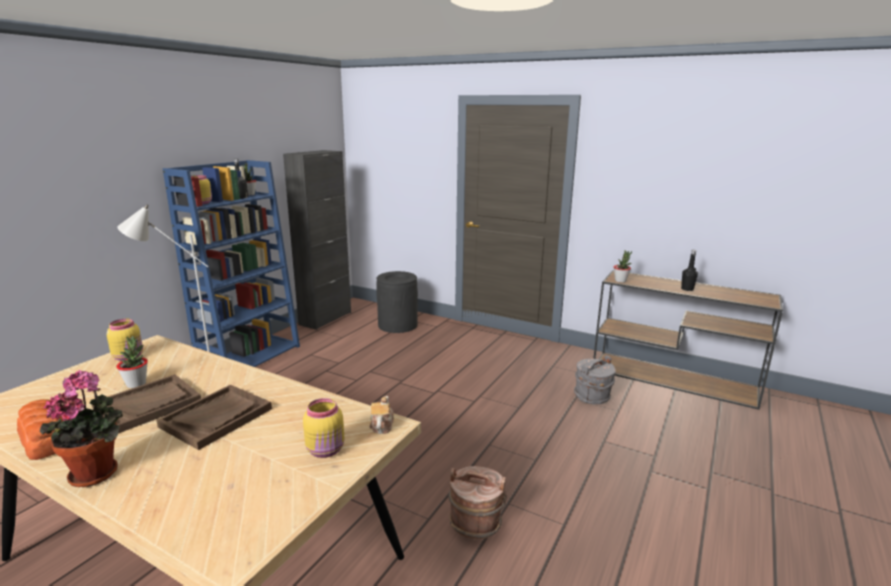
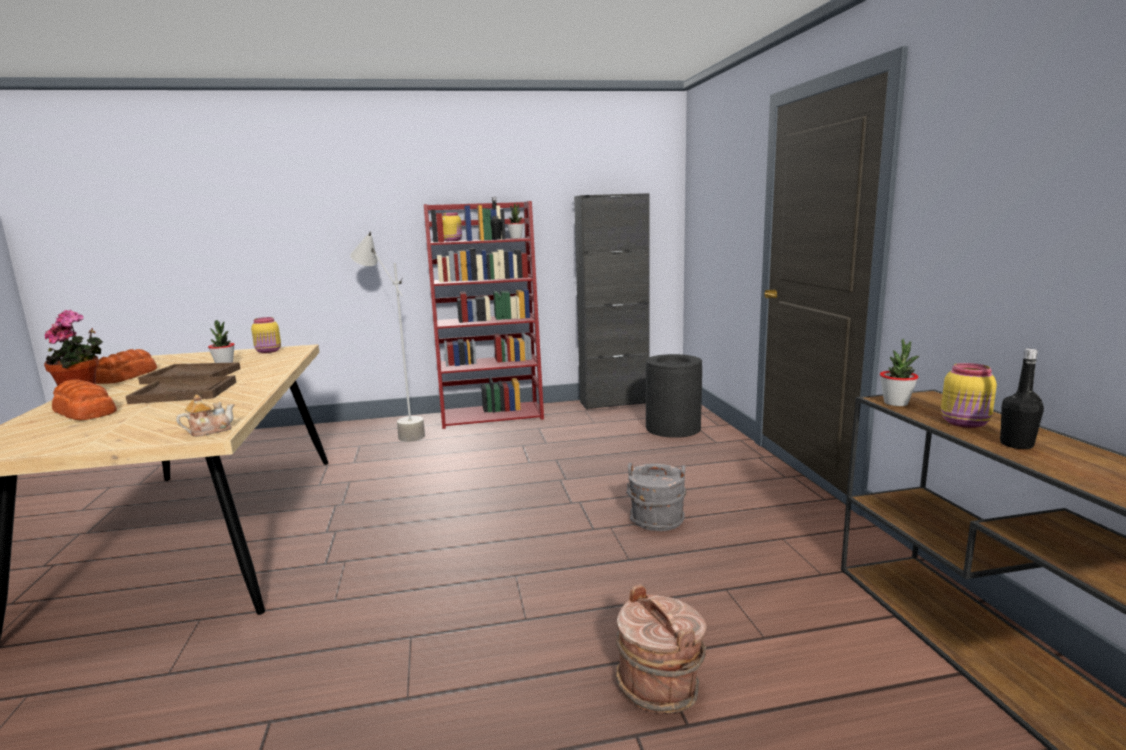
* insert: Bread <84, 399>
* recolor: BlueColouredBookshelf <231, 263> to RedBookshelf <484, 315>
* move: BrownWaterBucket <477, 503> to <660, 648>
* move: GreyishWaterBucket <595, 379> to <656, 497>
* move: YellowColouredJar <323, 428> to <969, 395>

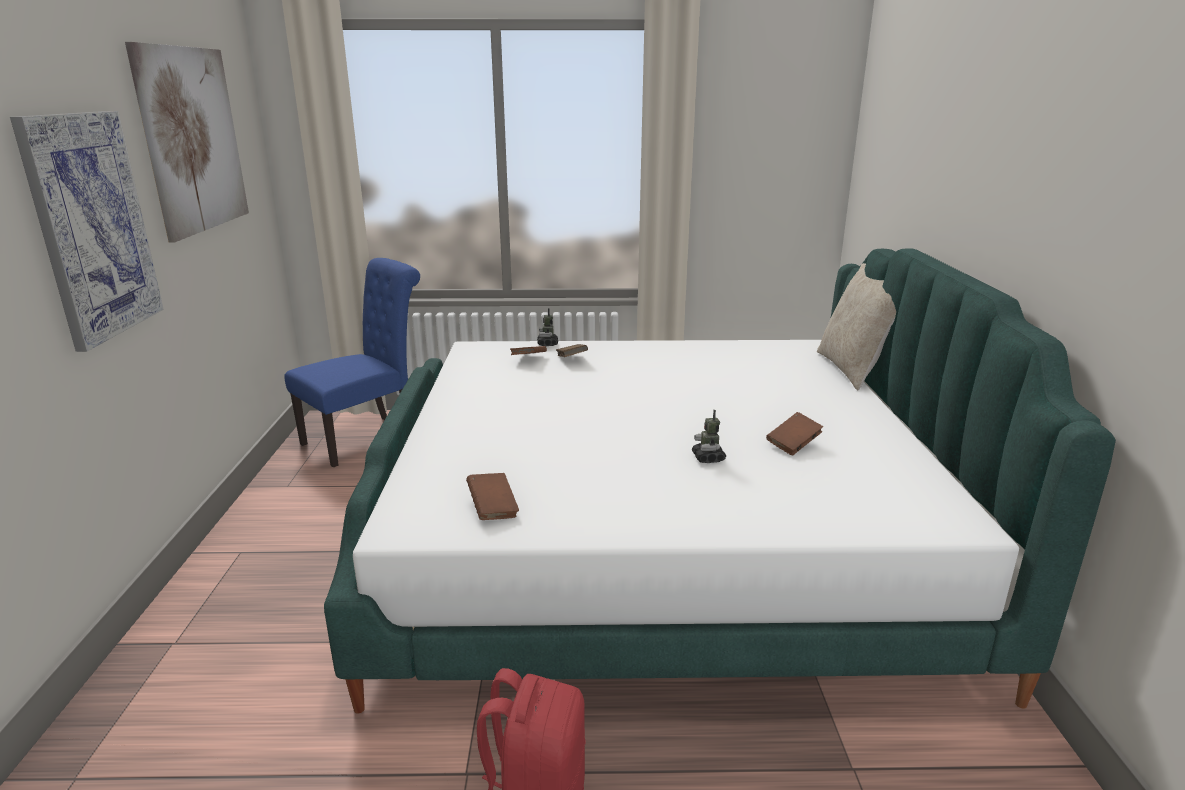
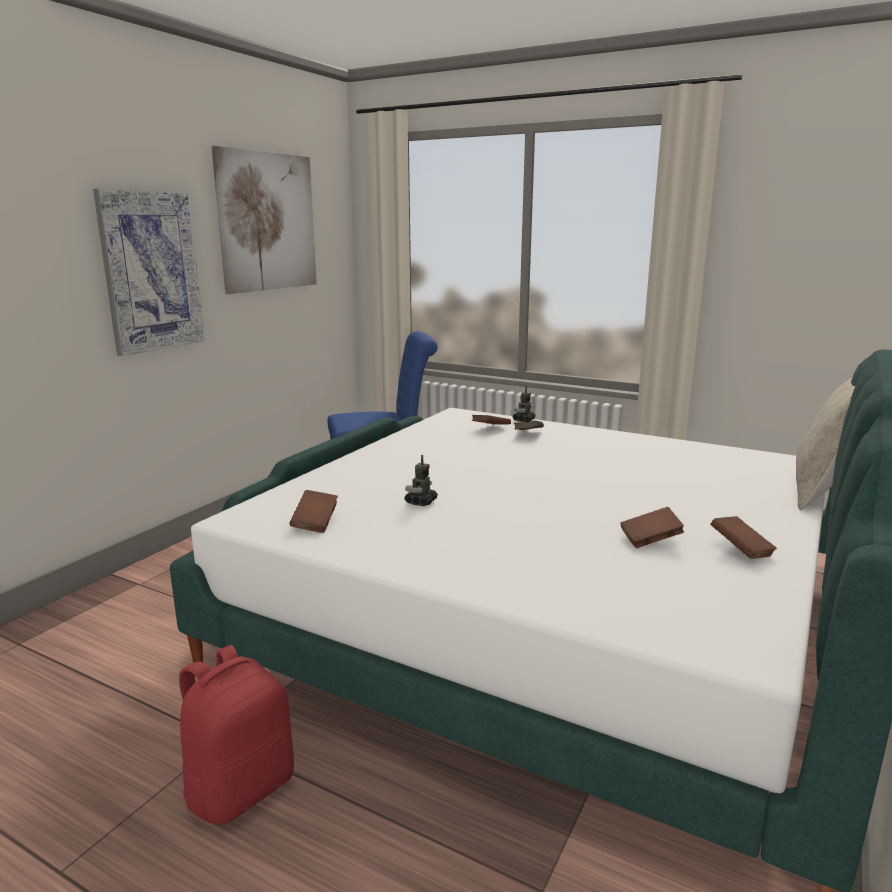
* move: ToyRobot <709, 436> to <421, 480>
* insert: BrownBook <744, 537>

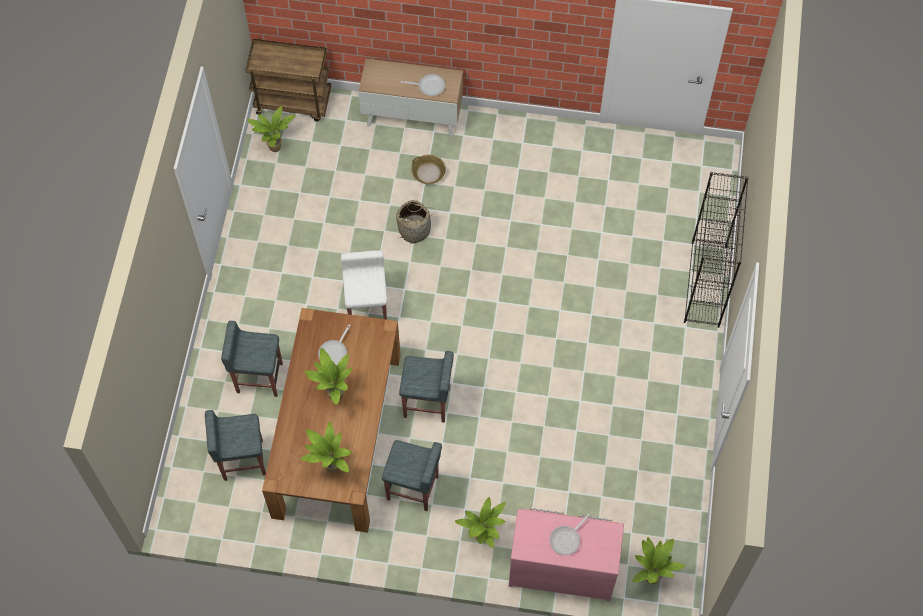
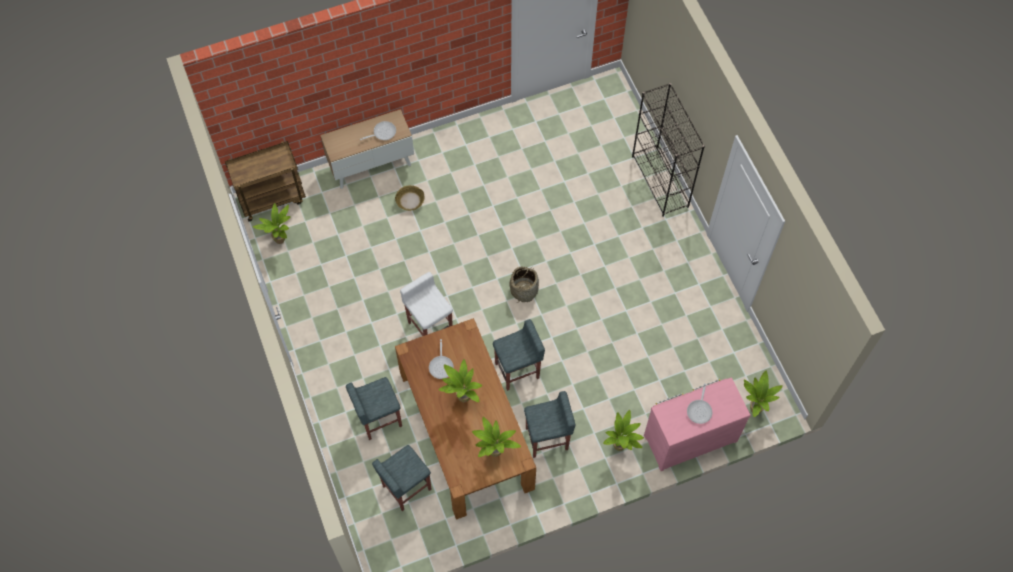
* move: HouseholdBasket <415, 221> to <524, 285>

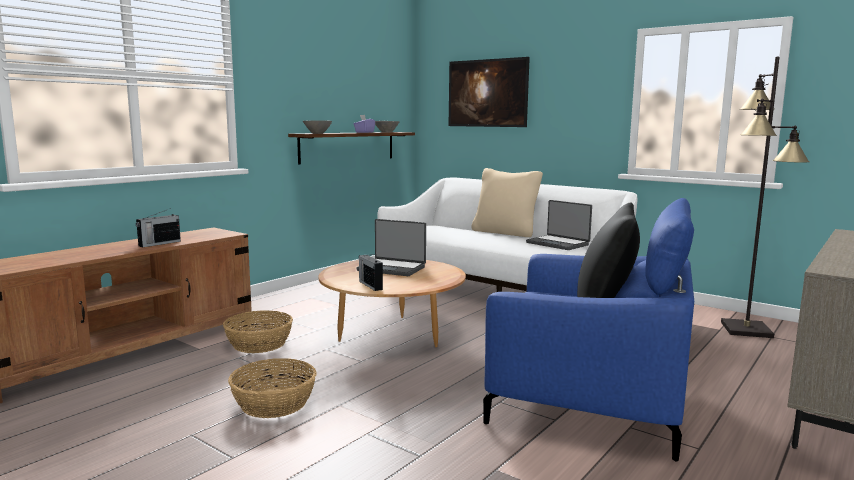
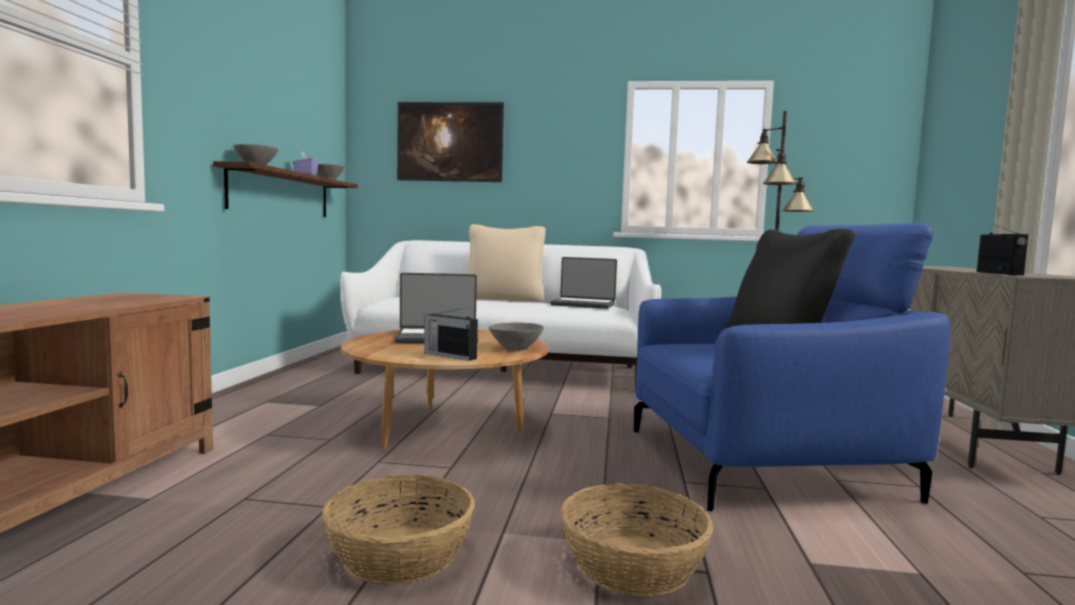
* insert: GreyishDeepDish <516, 337>
* move: HouseholdBasket <258, 331> to <637, 540>
* move: RadioSet <158, 227> to <1002, 250>

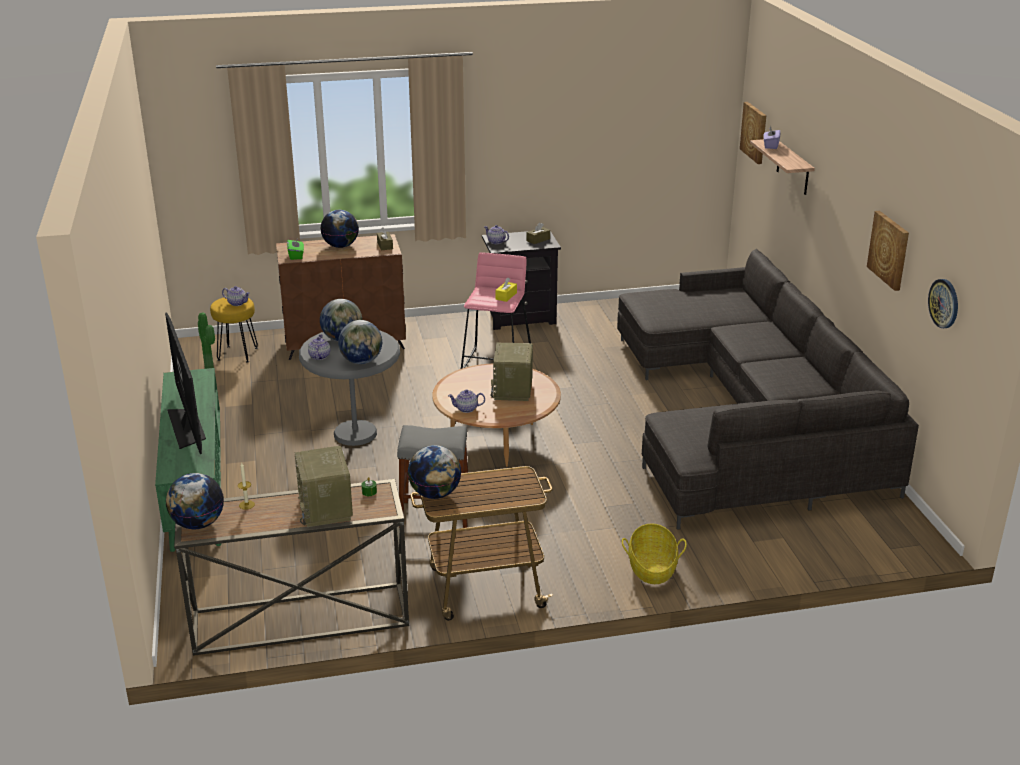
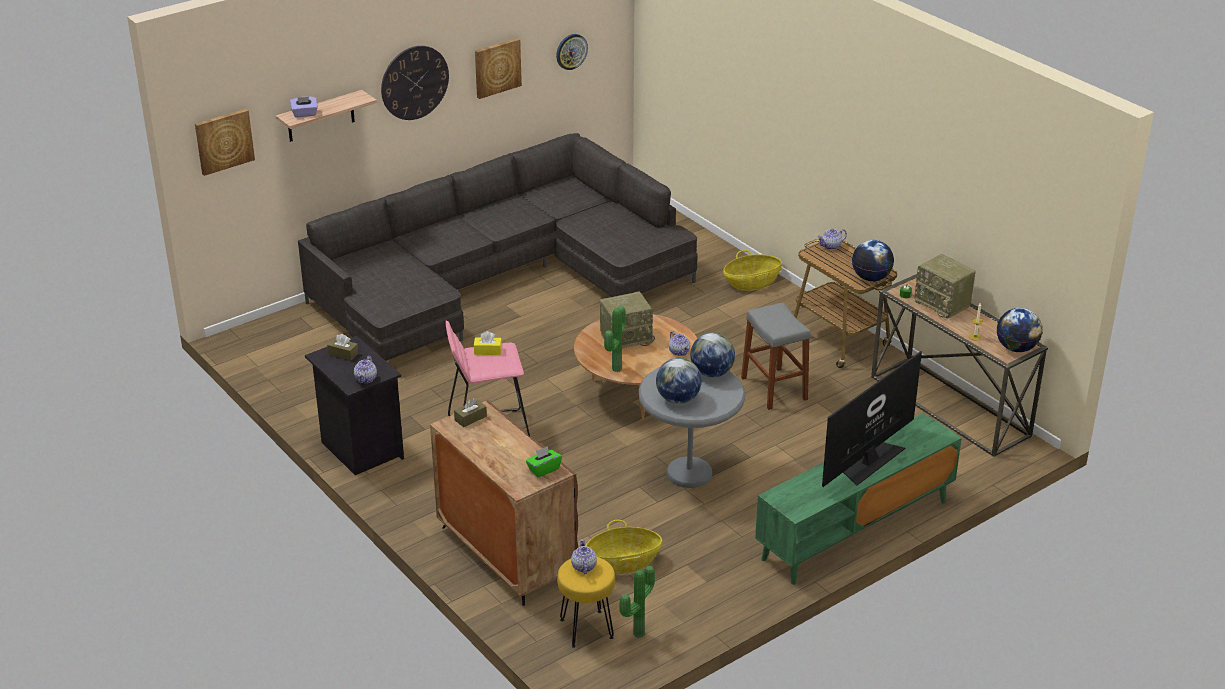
* insert: ClockOnTheWall <415, 83>
* insert: HouseholdBasket <623, 547>
* insert: PottedPlant <615, 339>
* move: PotForTea <319, 347> to <832, 239>
* rotate: RadioSet <324, 486> = <945, 286> 90 degrees clockwise
* delete: Globe <340, 229>

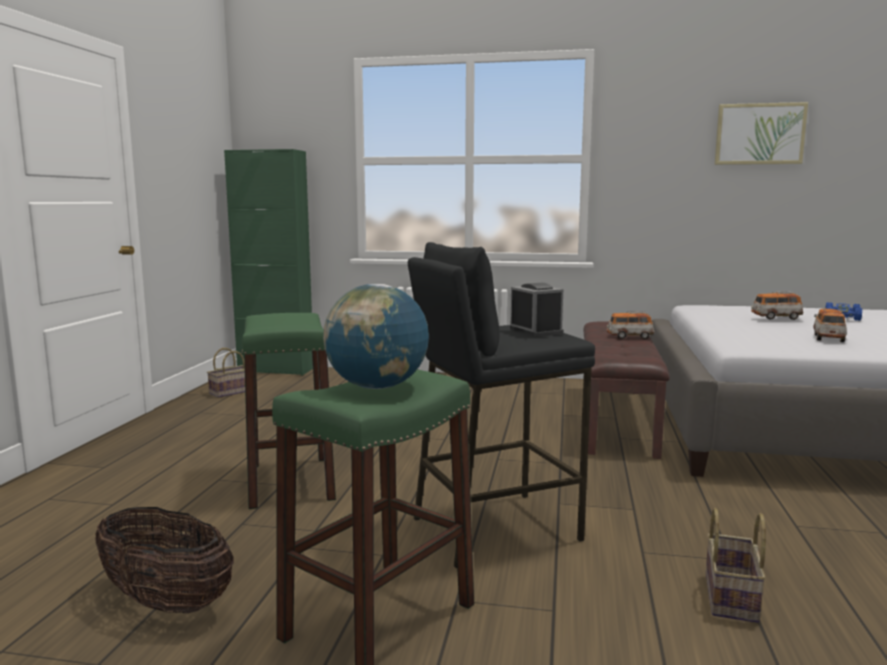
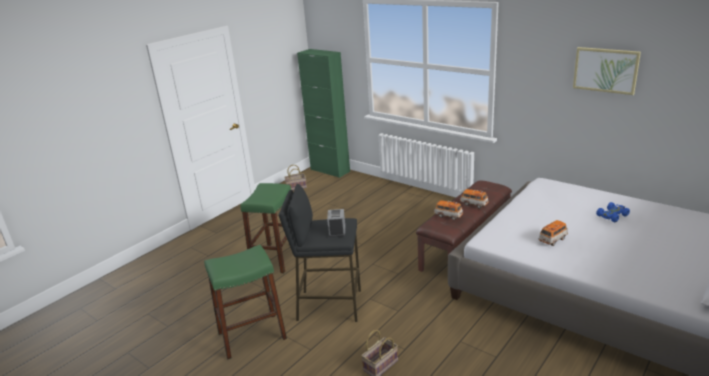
* move: ModelCar <777, 306> to <448, 210>
* delete: HouseholdBasket <164, 560>
* delete: Globe <376, 336>

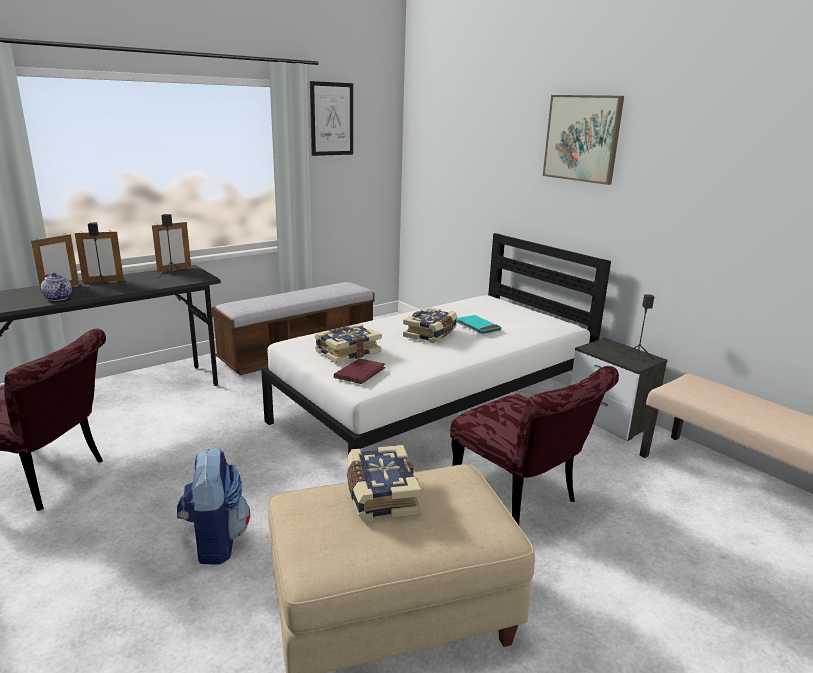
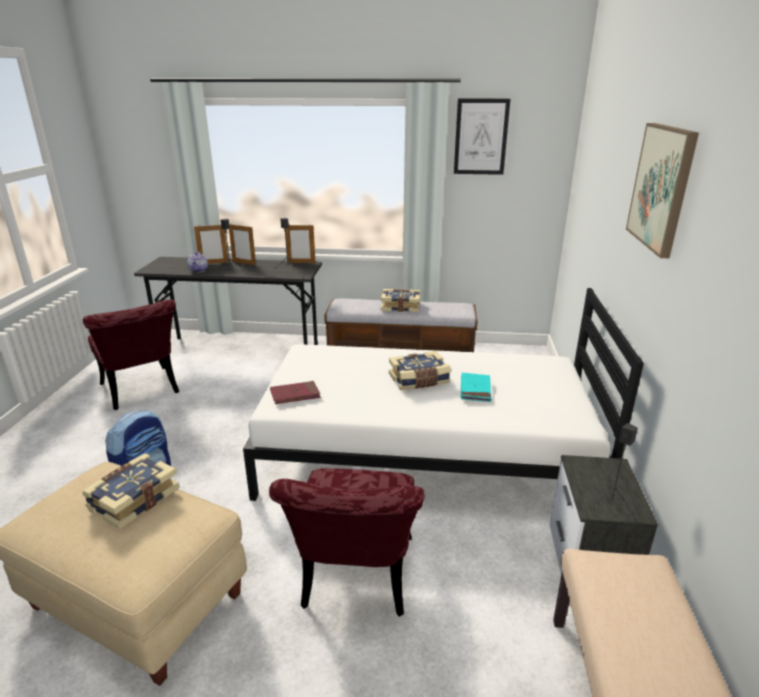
* move: Book <348, 344> to <400, 300>

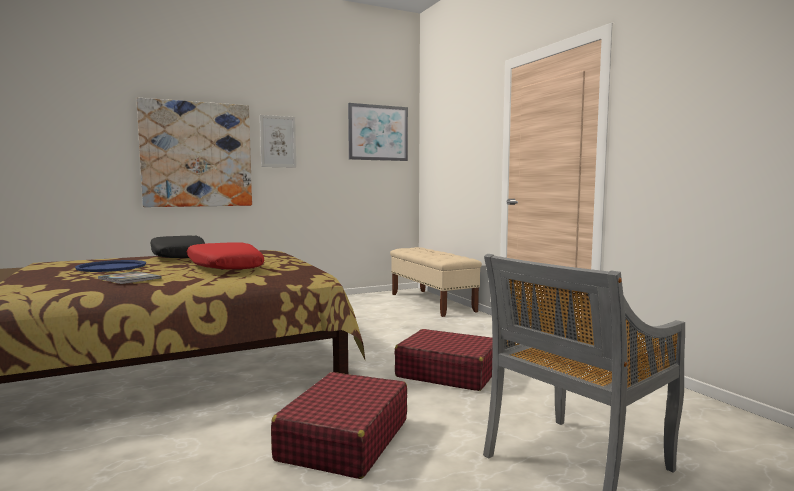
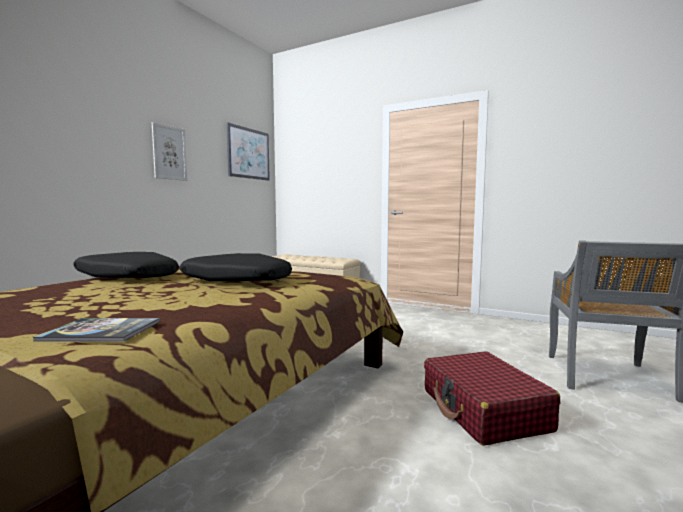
* move: Book <129, 277> to <96, 330>
* recolor: RedPillow <225, 255> to BlackColouredPillow <236, 267>
* delete: BlueColouredTray <110, 266>
* delete: WallArt <194, 152>
* delete: RedPieceOfLuggage <443, 360>

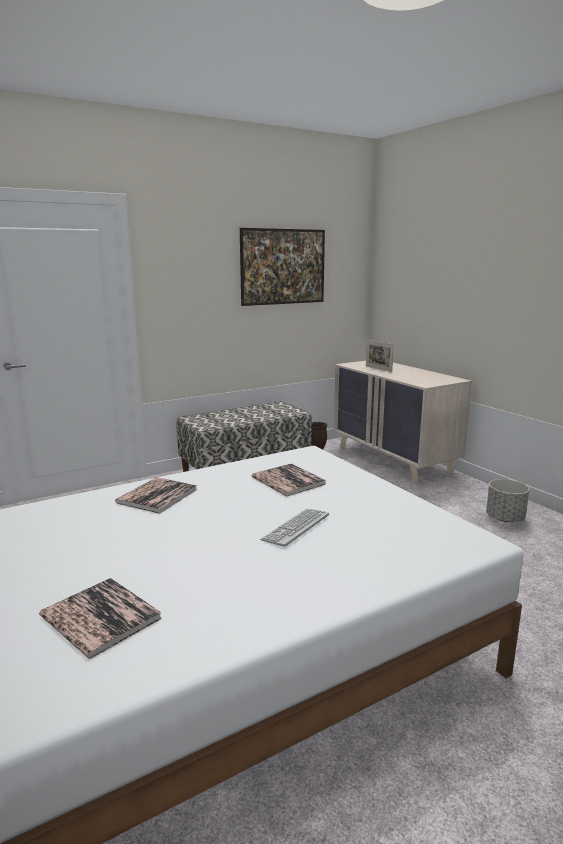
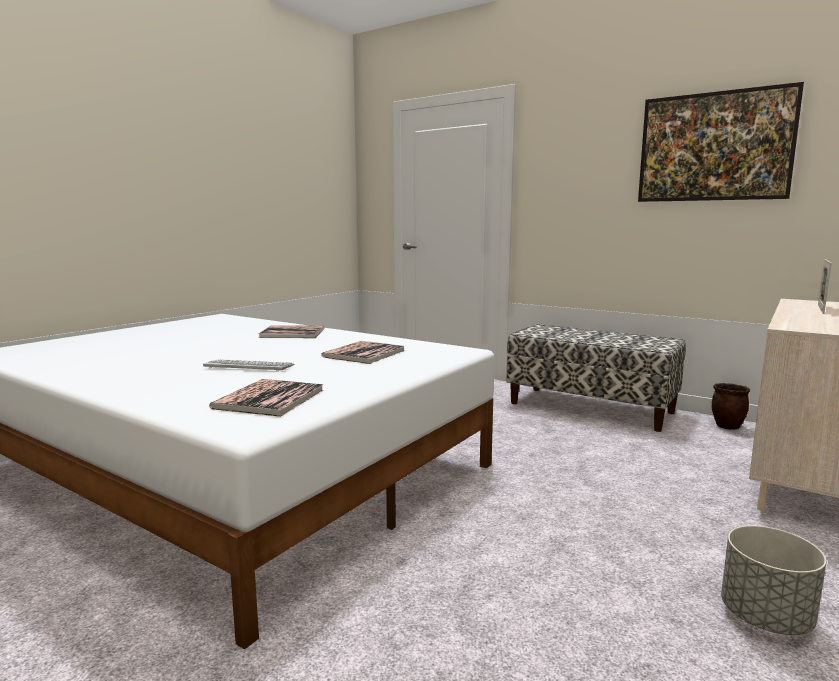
* move: Book <100, 618> to <266, 398>

